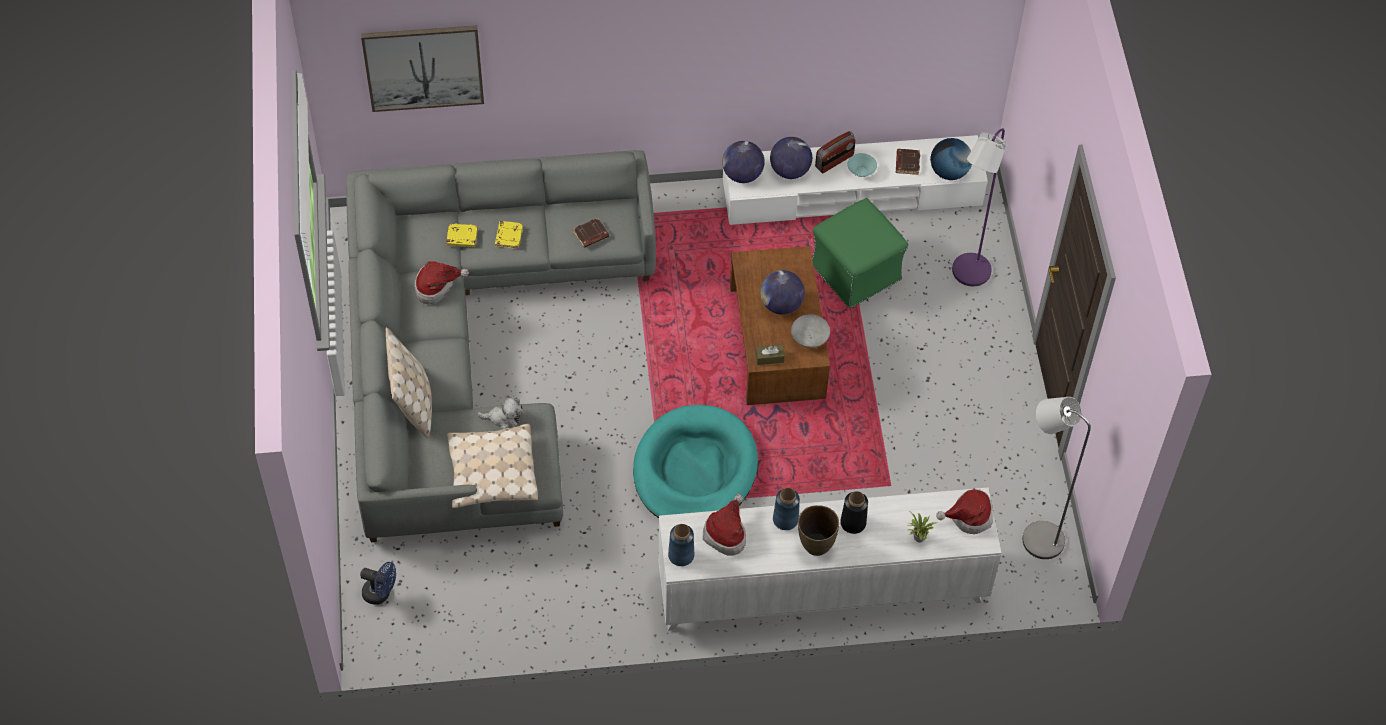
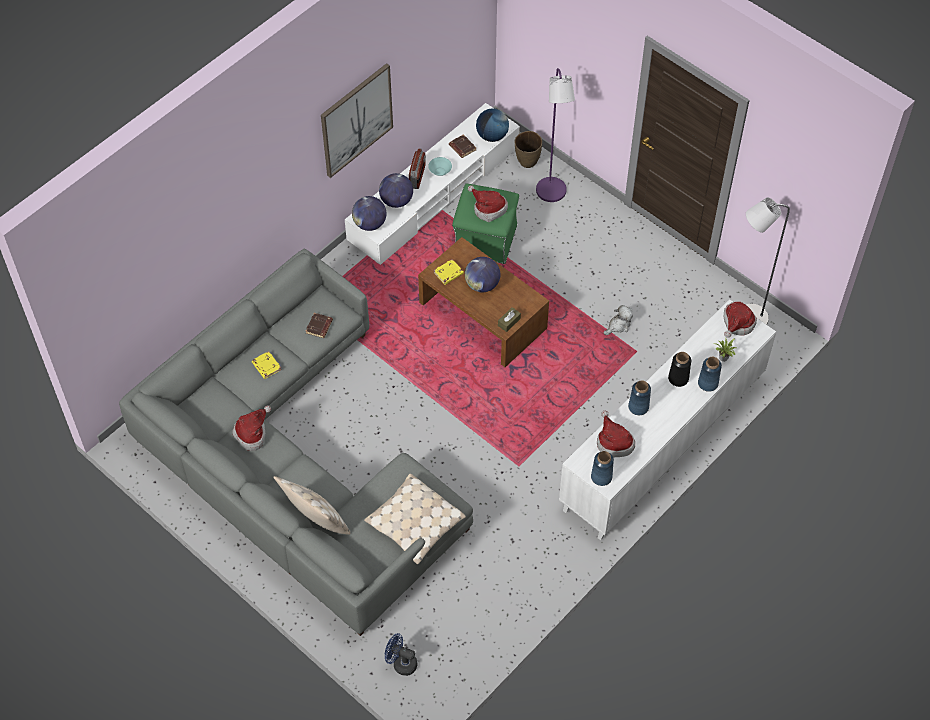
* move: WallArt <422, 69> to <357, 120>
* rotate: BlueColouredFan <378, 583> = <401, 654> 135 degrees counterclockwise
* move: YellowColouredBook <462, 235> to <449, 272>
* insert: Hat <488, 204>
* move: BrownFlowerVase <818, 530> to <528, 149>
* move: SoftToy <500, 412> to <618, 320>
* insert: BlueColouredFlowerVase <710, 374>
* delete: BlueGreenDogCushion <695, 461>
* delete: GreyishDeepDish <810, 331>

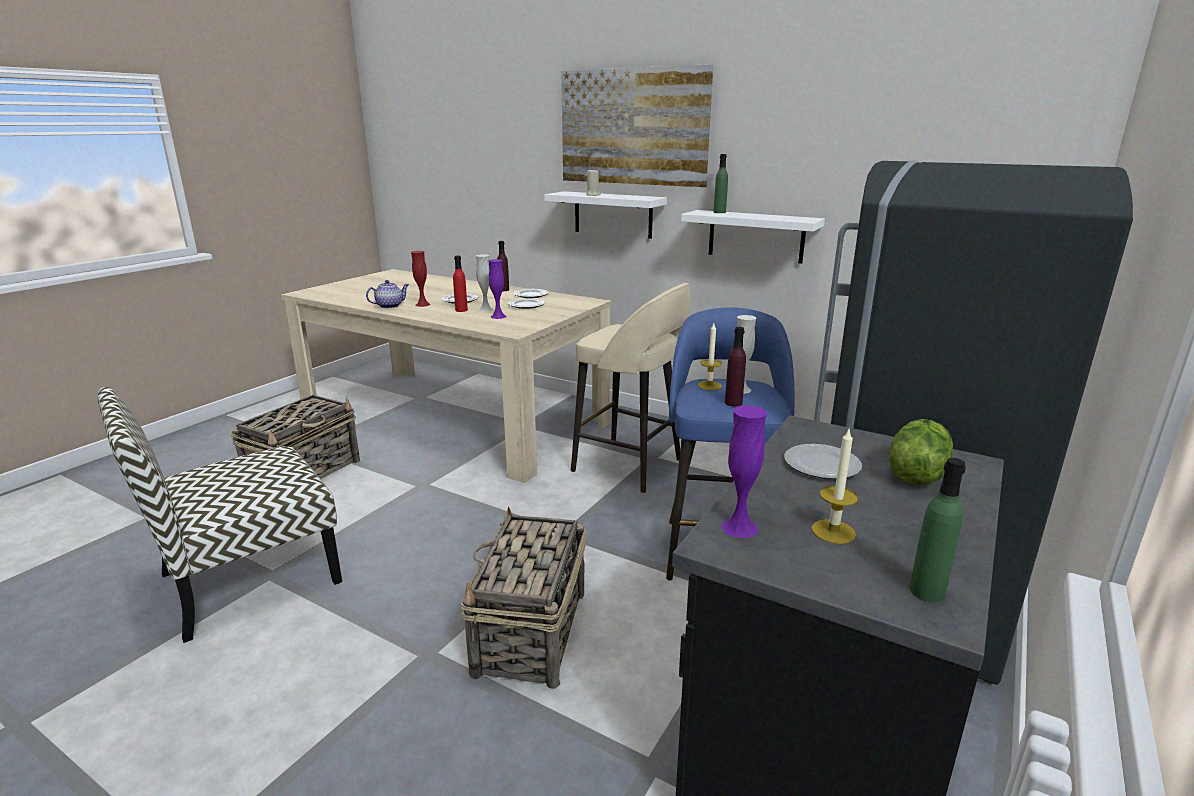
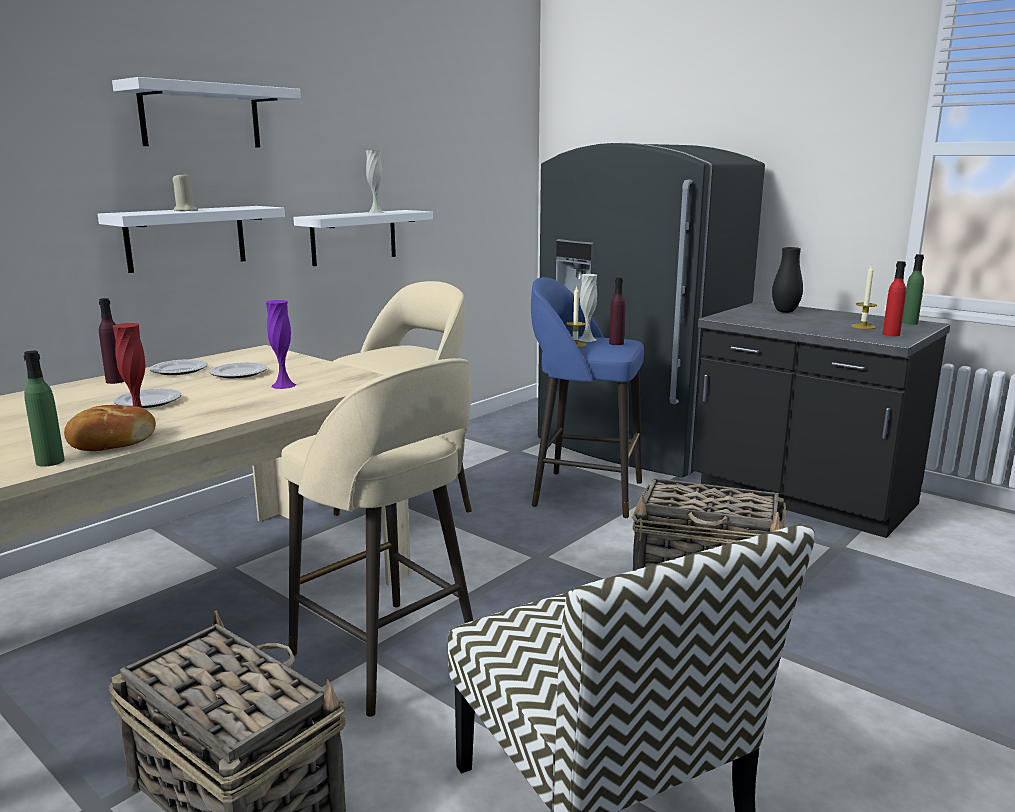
* move: GreenDrinkBottle <720, 183> to <44, 409>
* replace: PotForTea <387, 294> to Bread <110, 428>
* replace: WallArt <637, 125> to WhiteColouredBracketShelf <206, 112>
* insert: SandColouredStoolSeat <377, 537>
* move: WhiteColouredFlowerVase <485, 283> to <375, 181>
* replace: HeadOfLettuce <921, 452> to BlackColouredFlowerVase <787, 280>
* move: RedDrinkBottle <460, 283> to <894, 298>
* delete: PurpleFlowerVase <744, 471>
* delete: FlatDish <823, 461>

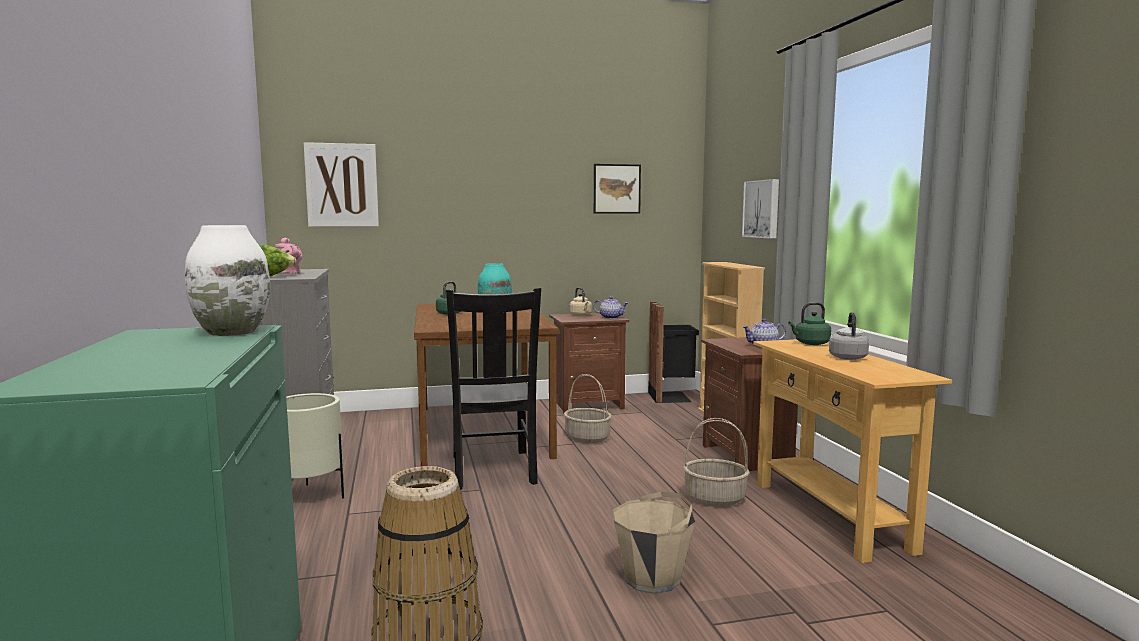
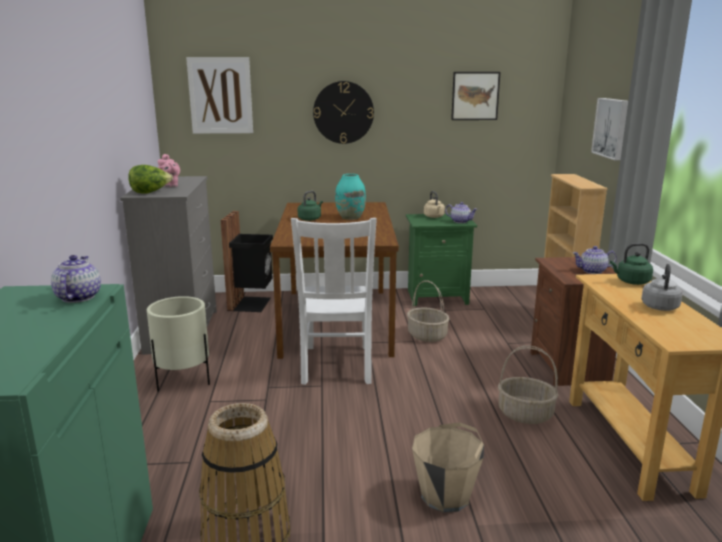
* replace: WhiteColouredFlowerVase <227, 280> to PotForTea <76, 279>
* move: BlackColouredRubbishBin <673, 352> to <247, 261>
* recolor: BlackColouredUprightChair <493, 389> to WhiteColouredUprightChair <334, 301>
* insert: ClockOnTheWall <343, 112>
* recolor: BrownNightTable <589, 363> to GreenNightTable <441, 260>

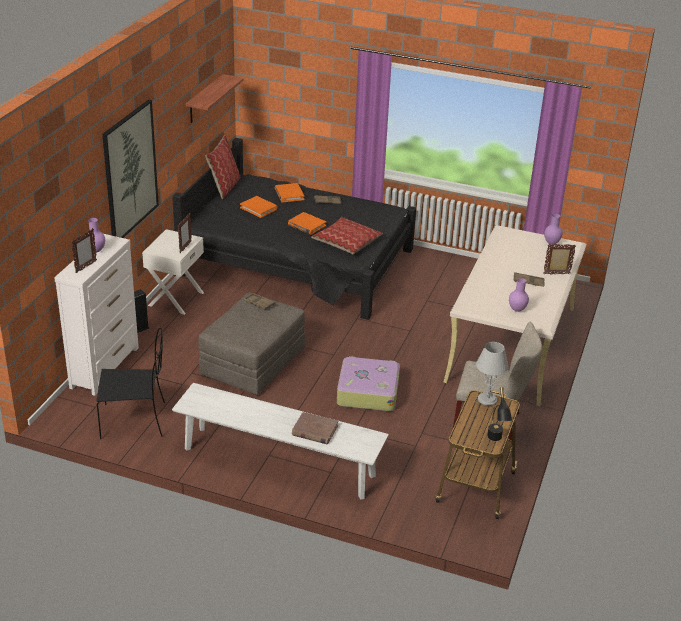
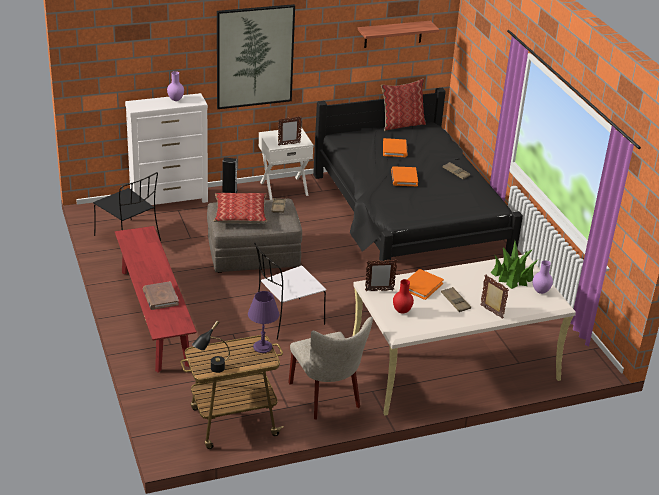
* recolor: WhiteColouredBench <280, 441> to RedBench <156, 299>
* move: Pillow <347, 236> to <240, 208>
* recolor: GreyishLampForATable <492, 374> to PurpleLampForATable <263, 322>
* replace: PieceOfLuggage <368, 383> to WhiteColouredUprightChair <290, 291>
* move: StandingFrame <84, 250> to <381, 275>
* recolor: PurpleFlowerVase <519, 295> to RedFlowerVase <403, 296>
* move: OrangeColouredBook <289, 192> to <425, 284>
* insert: PottedPlant <514, 265>

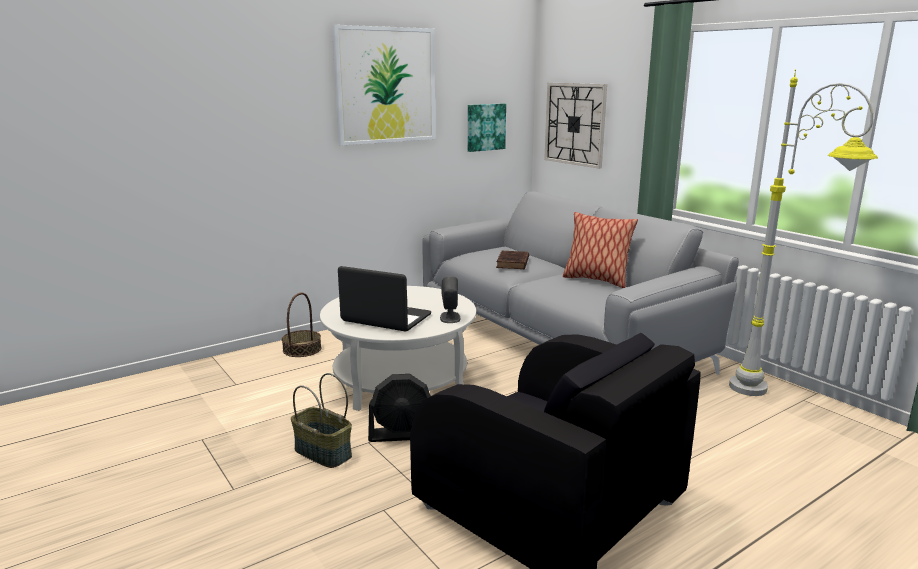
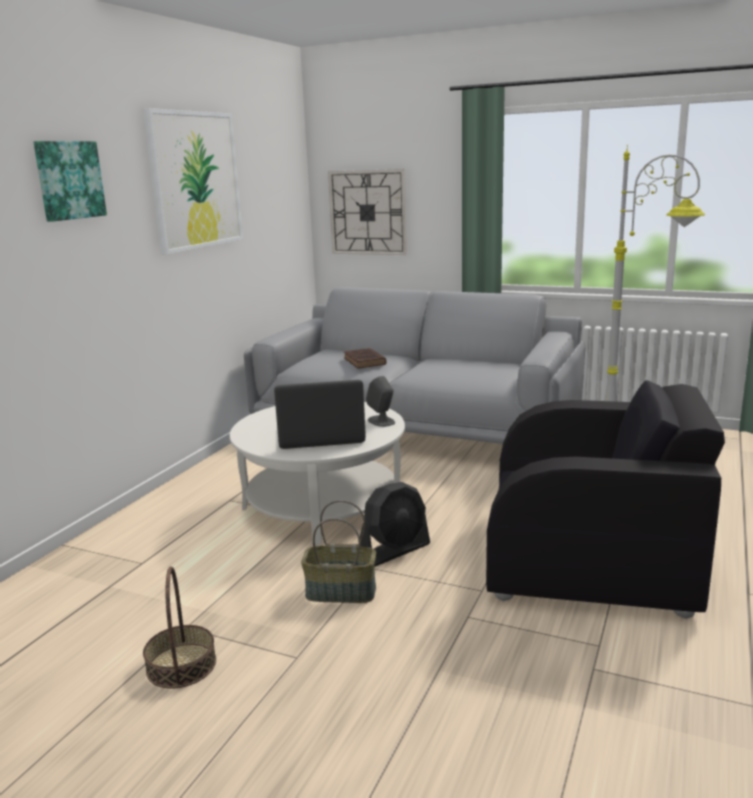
* move: WallArt <487, 128> to <70, 181>
* move: HouseholdBasket <301, 324> to <179, 627>
* delete: Pillow <600, 250>

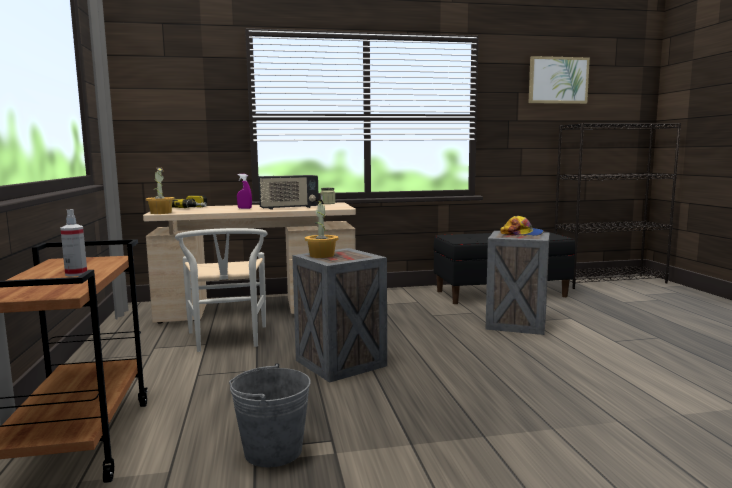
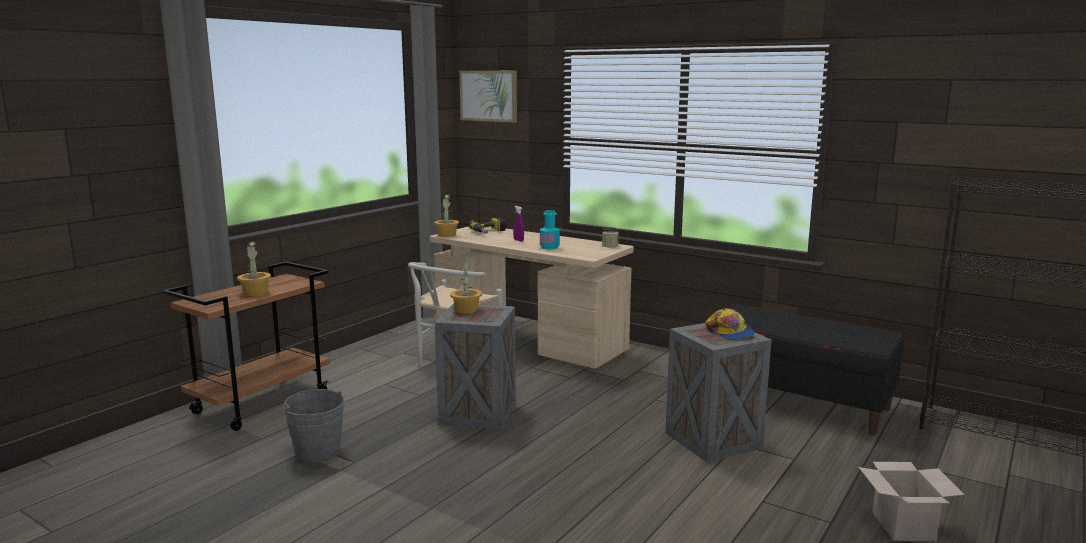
* replace: Sprayer <73, 243> to PottedPlant <254, 268>
* move: WallArt <559, 80> to <488, 97>
* replace: RadioSet <288, 192> to BlueGreenDrinkBottle <550, 230>
* insert: PackingBox <911, 501>

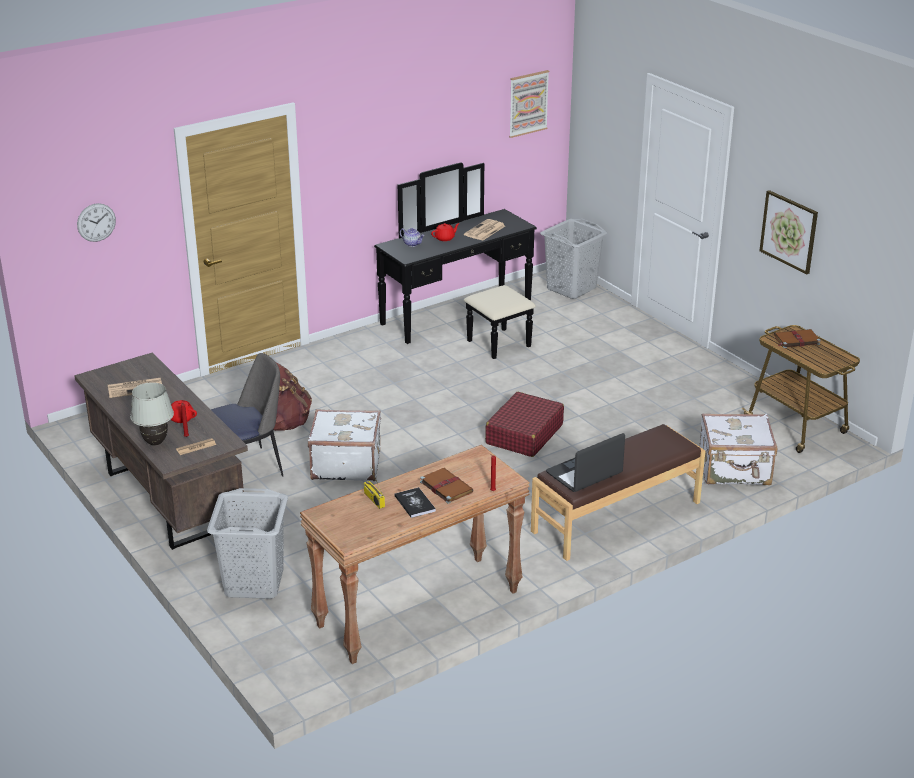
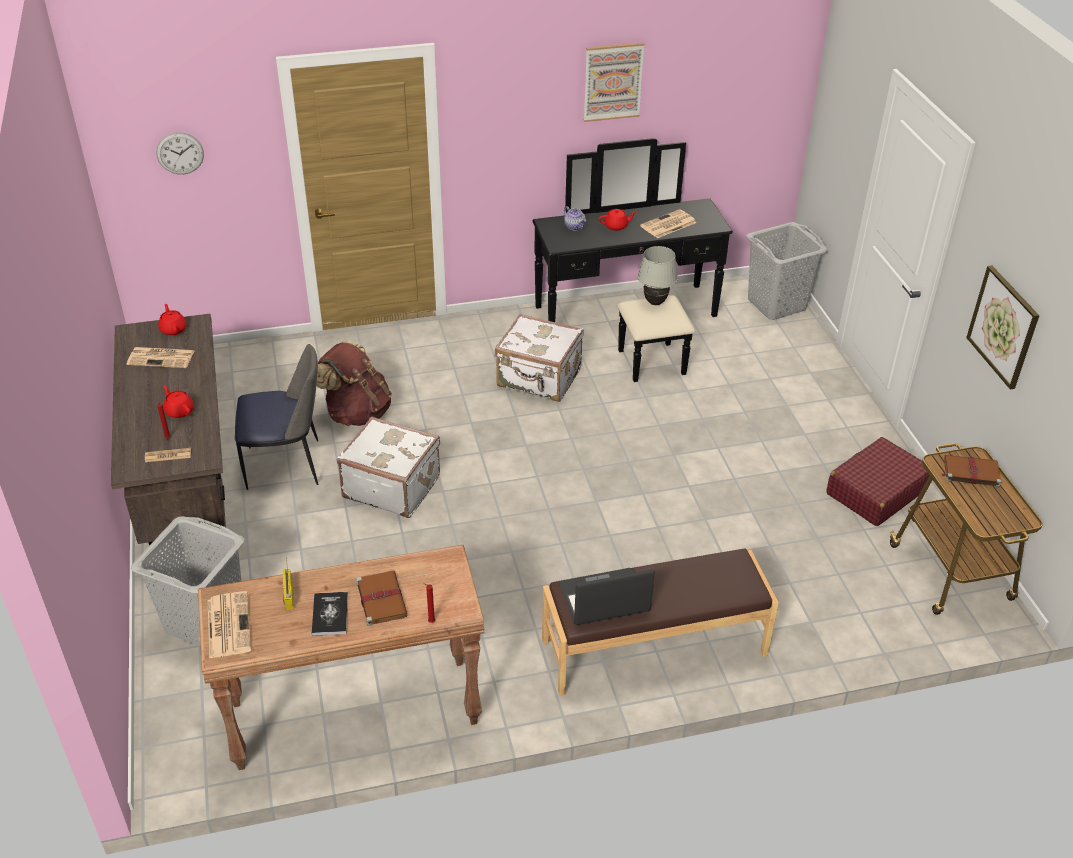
* insert: RedPotForTea <172, 319>
* insert: DailyPaper <229, 625>
* move: WhiteColouredPieceOfLuggage <738, 449> to <539, 358>
* move: WallArt <529, 104> to <614, 82>
* move: WhiteColouredLampForATable <152, 413> to <657, 275>
* move: RedPieceOfLuggage <524, 424> to <877, 481>

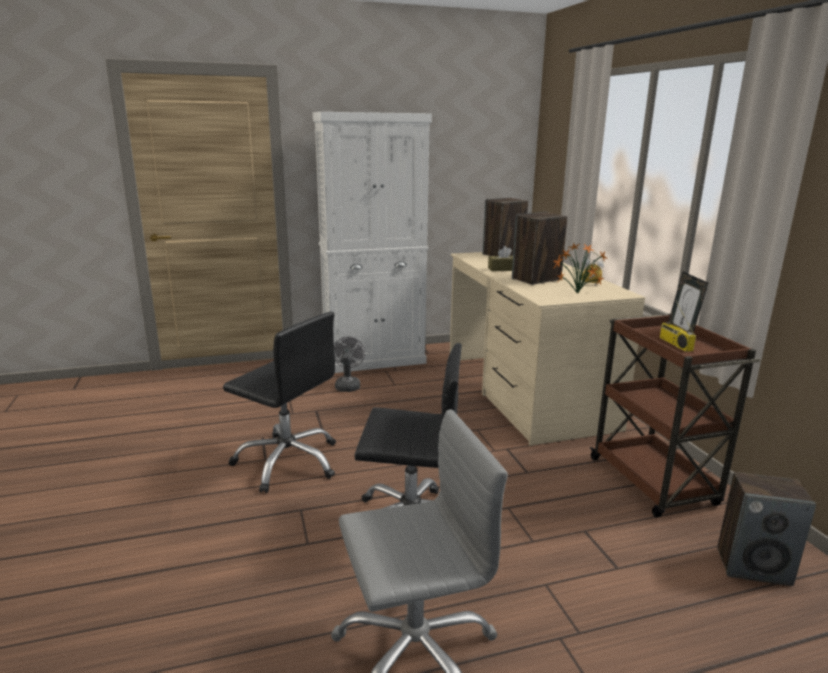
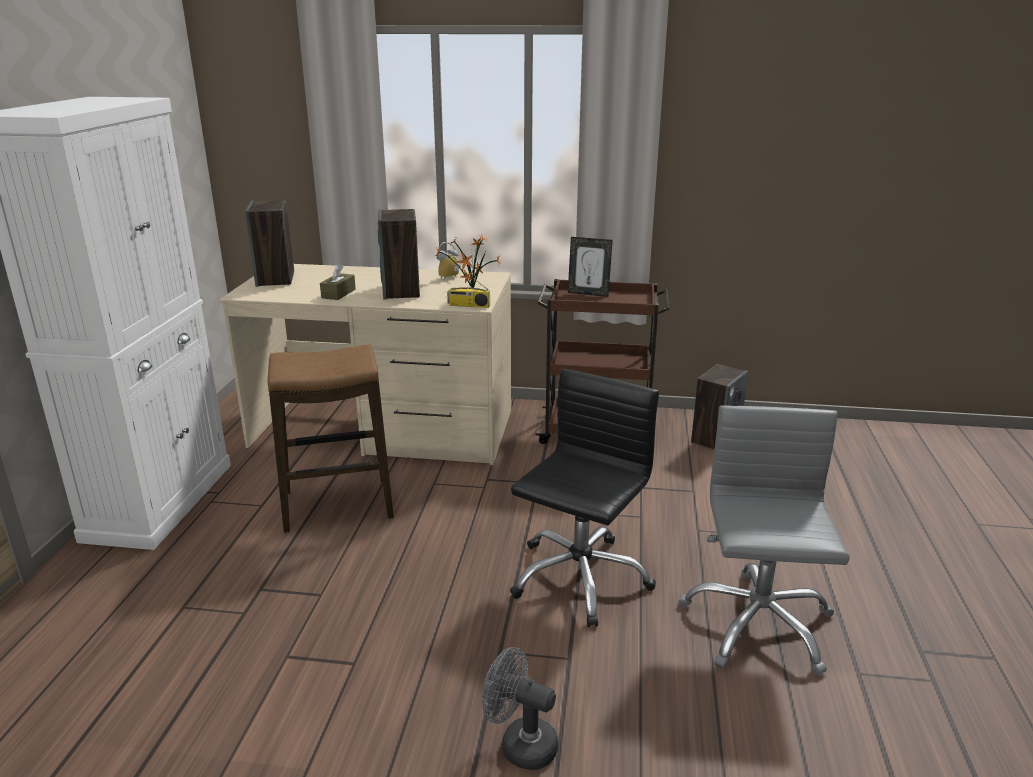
* insert: StoolSeat <331, 439>
* move: RadioSet <678, 326> to <468, 286>
* move: GreyishFan <349, 364> to <520, 708>
* delete: BlackColouredOfficeChair <279, 402>

